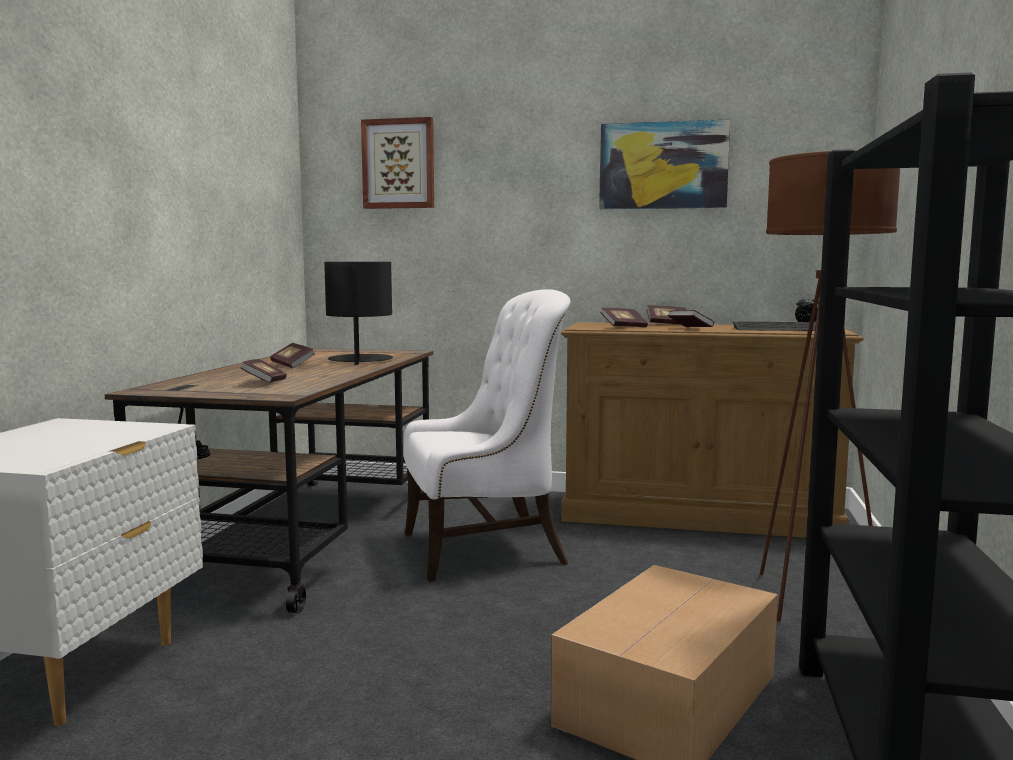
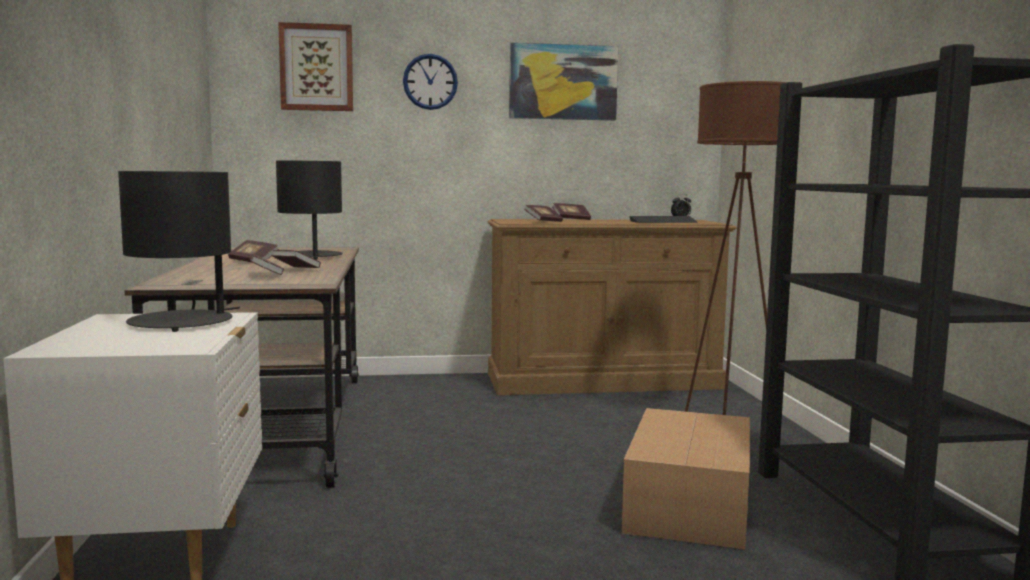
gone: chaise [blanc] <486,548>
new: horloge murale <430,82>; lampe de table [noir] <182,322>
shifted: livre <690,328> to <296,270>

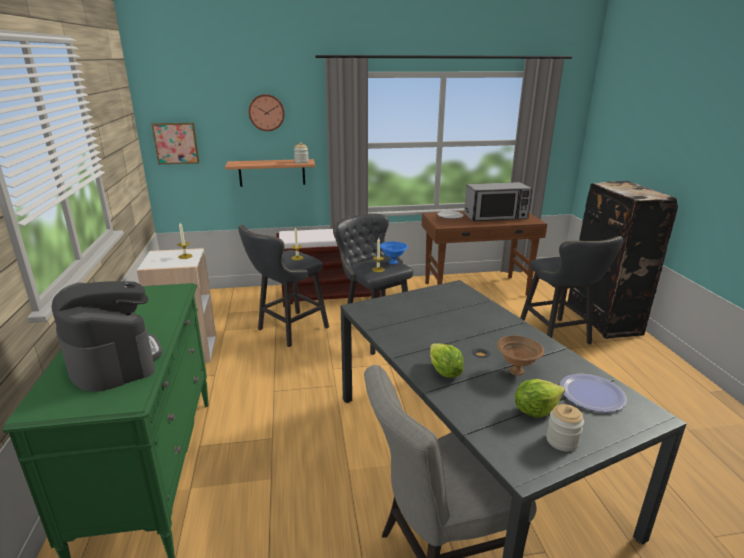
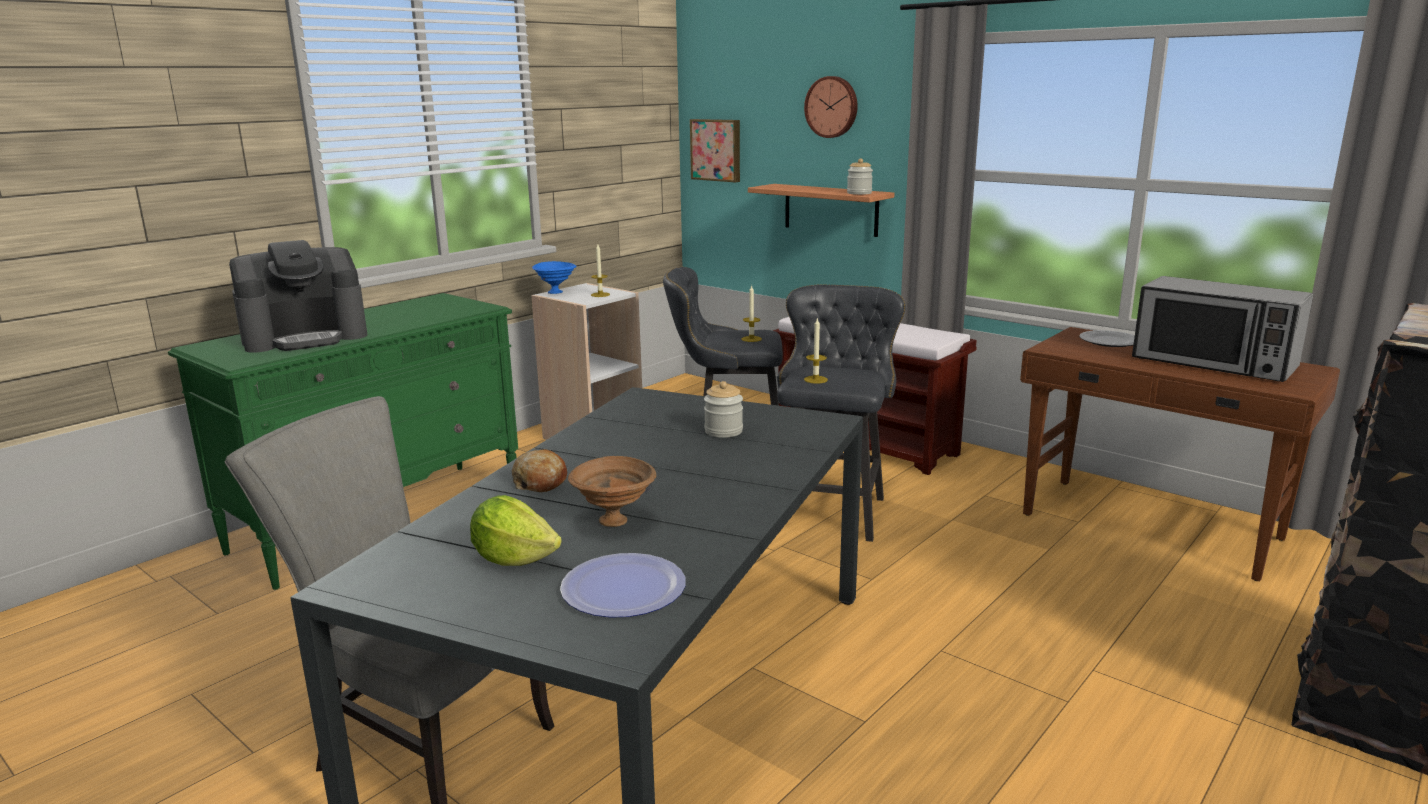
gone: tabouret [gris] <558,338>
shifted: bol [bleu] <393,262> to <556,292>; bocal <562,441> to <723,431>
swapped: laitue <444,372> to pain <540,482>
rotated: machine à café <114,360> = <305,337> 45 degrees clockwise

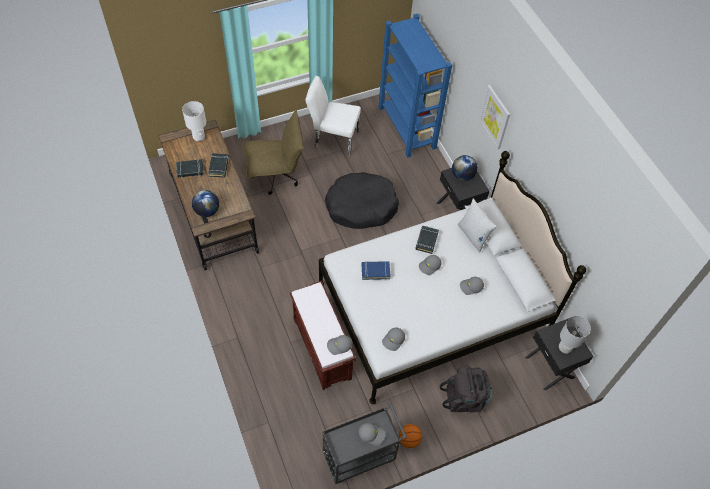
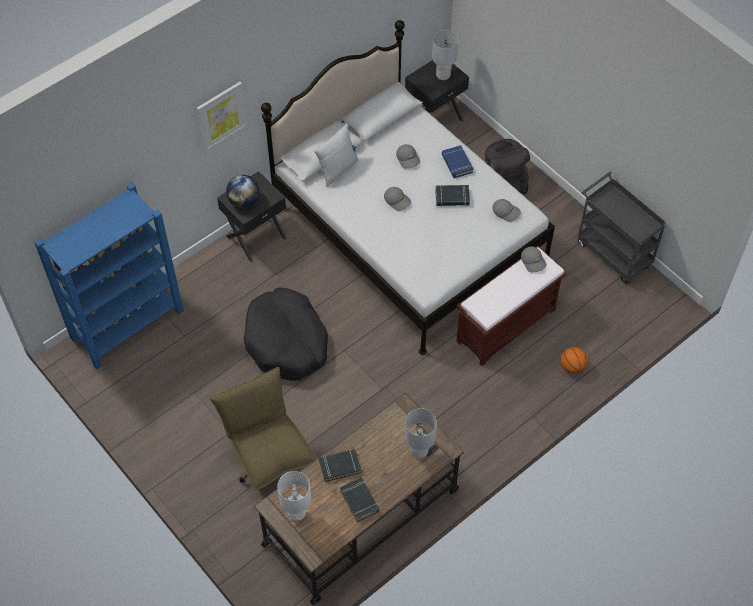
gone: chaise [blanc] <333,138>; casquette [gris] <372,434>
shifted: livre [noir] <426,241> to <452,197>; livre [bleu] <375,271> to <456,163>; ballon de basket <409,439> to <572,367>
swapped: globe <207,211> to lampe de table [gris] <419,451>

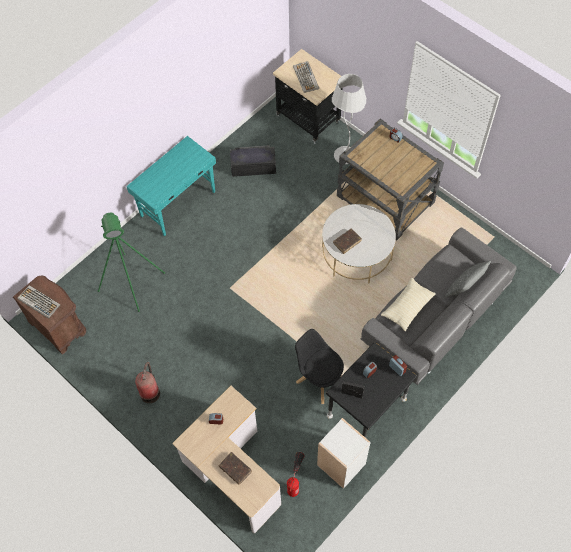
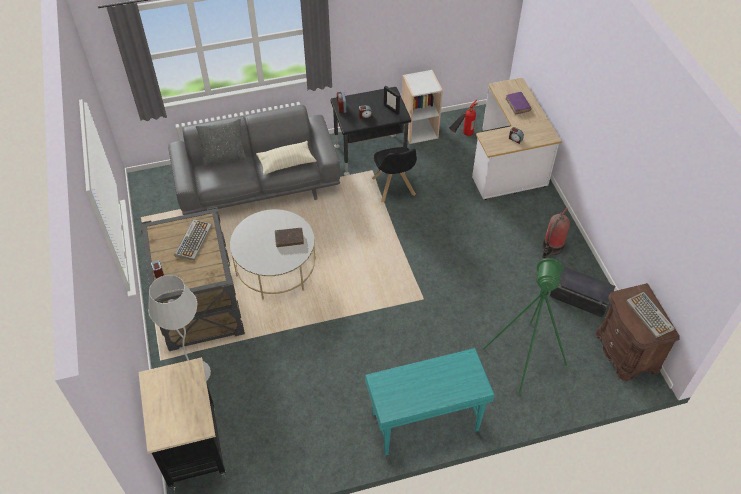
shifted: clavier <306,78> to <193,240>; boîte de rangement [noir] <253,166> to <579,298>
repainted: livre [marron] <235,469> to livre [violet] <517,105>

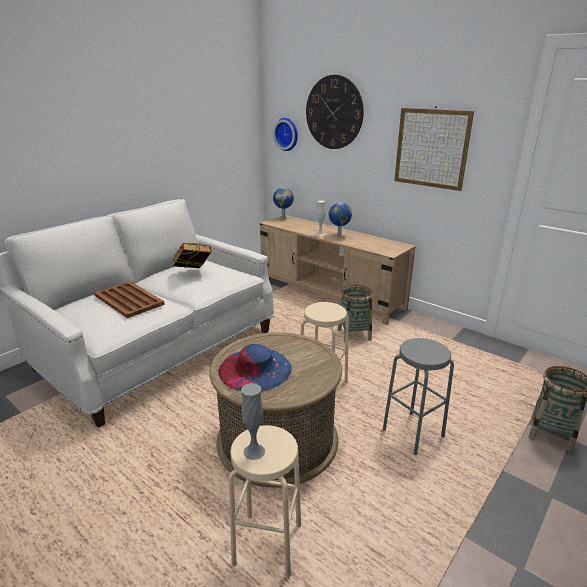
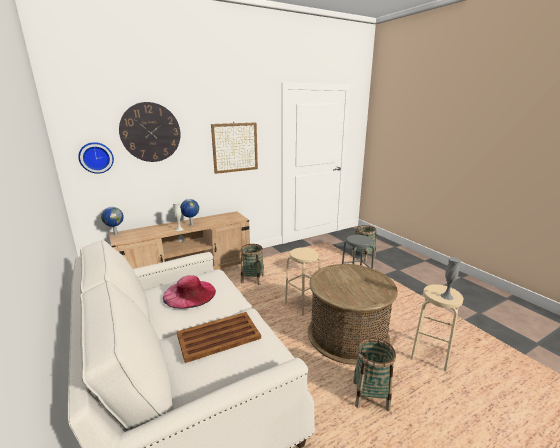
gone: chapeau [bleu] <255,369>
new: panier <370,396>
swapped: livre <193,273> to chapeau [rose] <189,293>

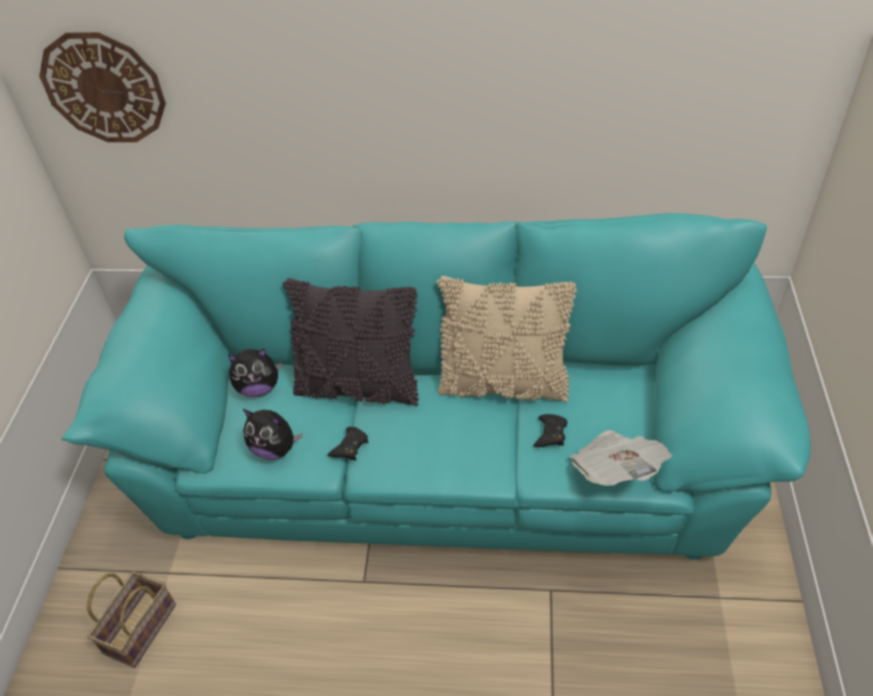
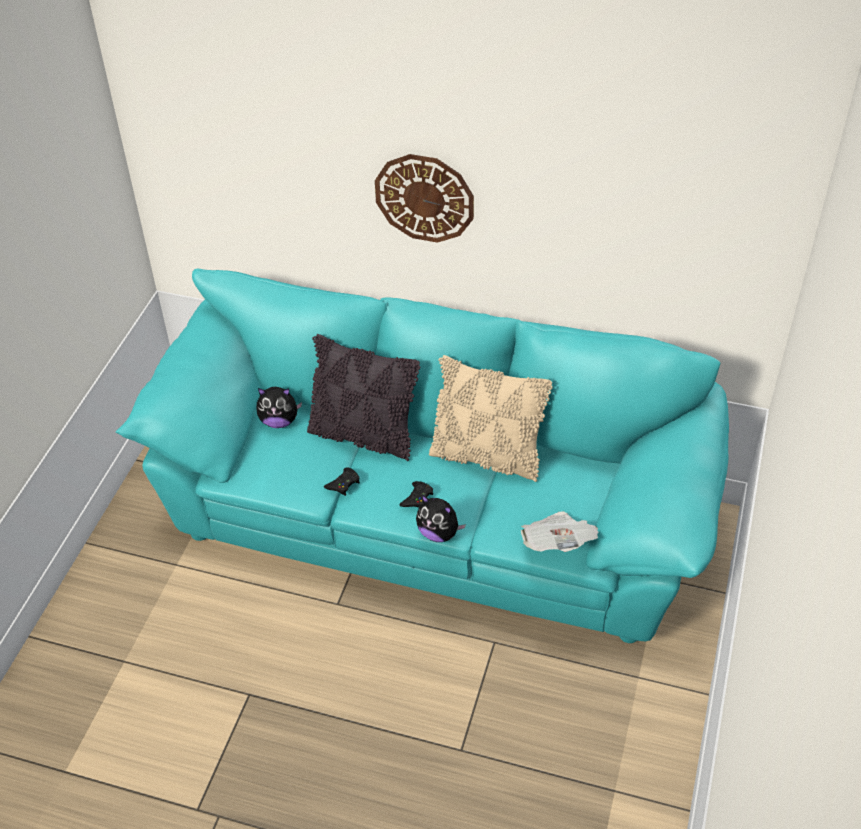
gone: panier <140,626>
shifted: horloge murale <104,88> to <424,198>; peluche <275,449> to <439,533>; manette [noir] <550,434> to <417,498>

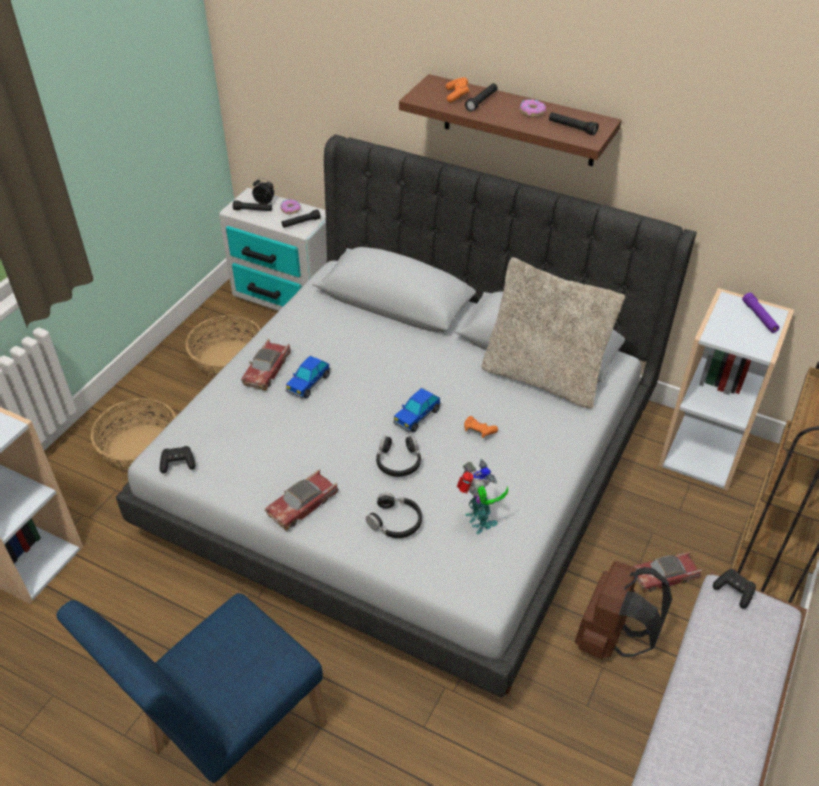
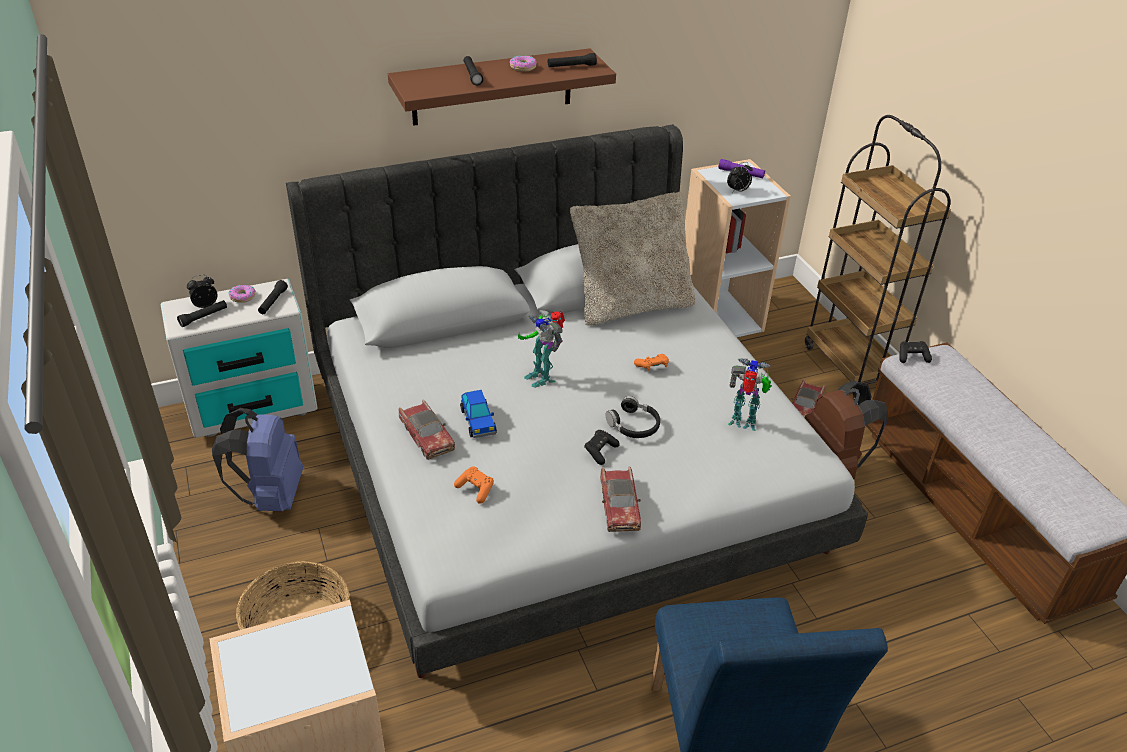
gone: petite voiture <417,416>; casque audio [noir] <395,521>
new: réveil <738,191>; robot jouet <541,376>
shifted: manette [orange] <457,95> to <476,489>; manette [noir] <178,464> to <600,451>
swapped: panier <228,359> to sac à dos [bleu] <270,495>

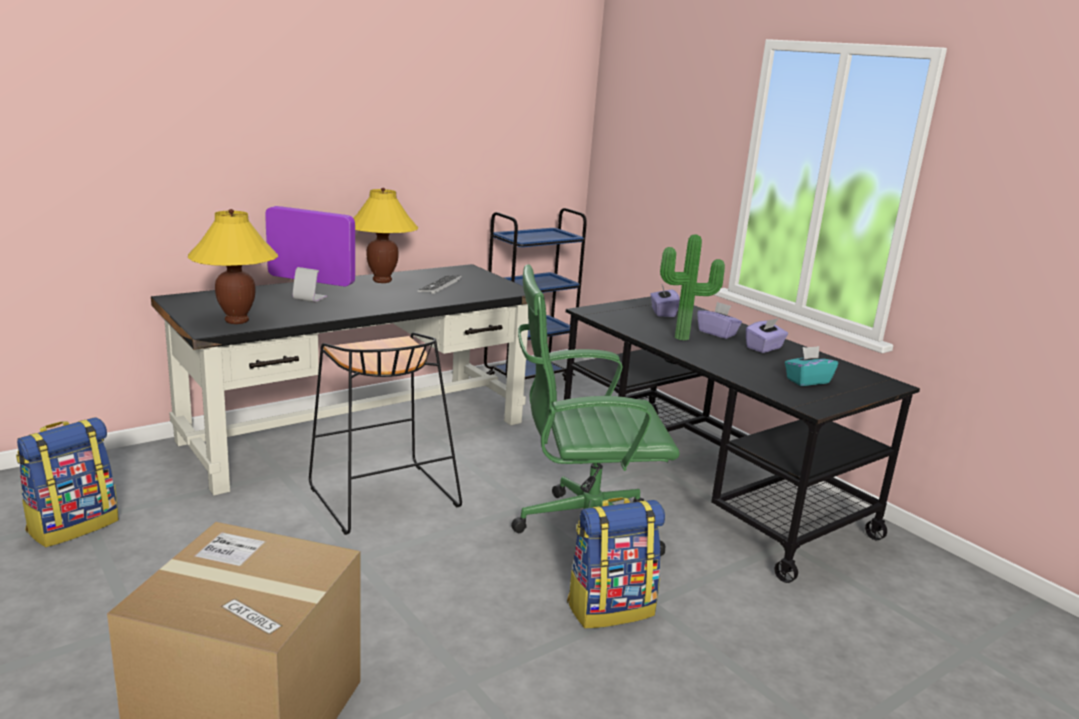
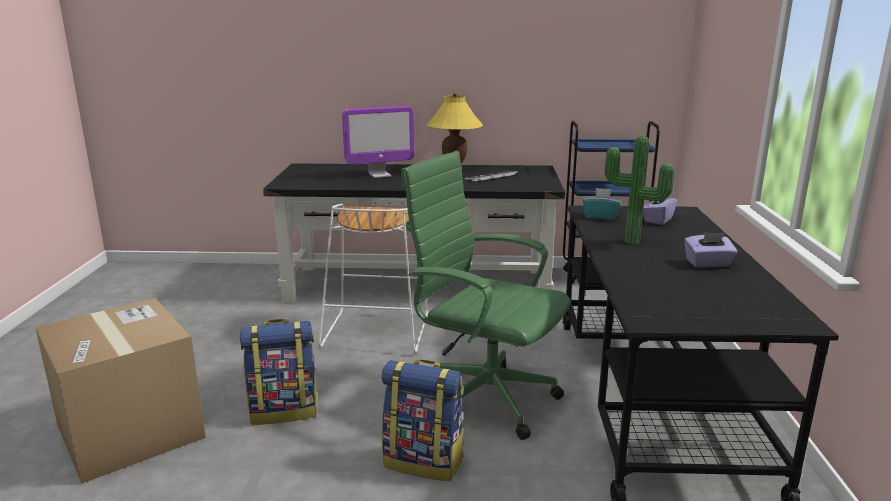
gone: lampe de table [jaune] <236,321>; boîte à mouchoirs [violet] <717,333>
shifted: boîte à mouchoirs [turquoise] <807,381> to <600,216>; sac à dos <73,526> to <284,410>
repainted: tabouret [noir] <381,496> to tabouret [blanc] <375,331>
rotated: écran d'ordinateur <310,299> = <379,175> 105 degrees clockwise

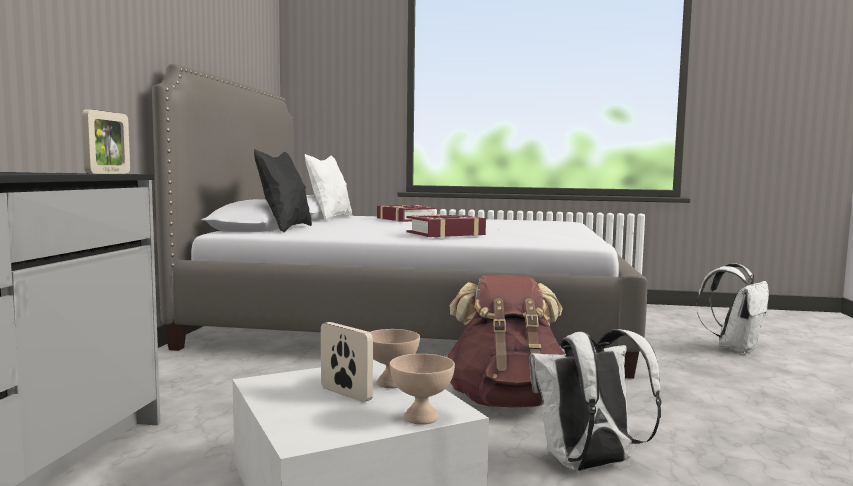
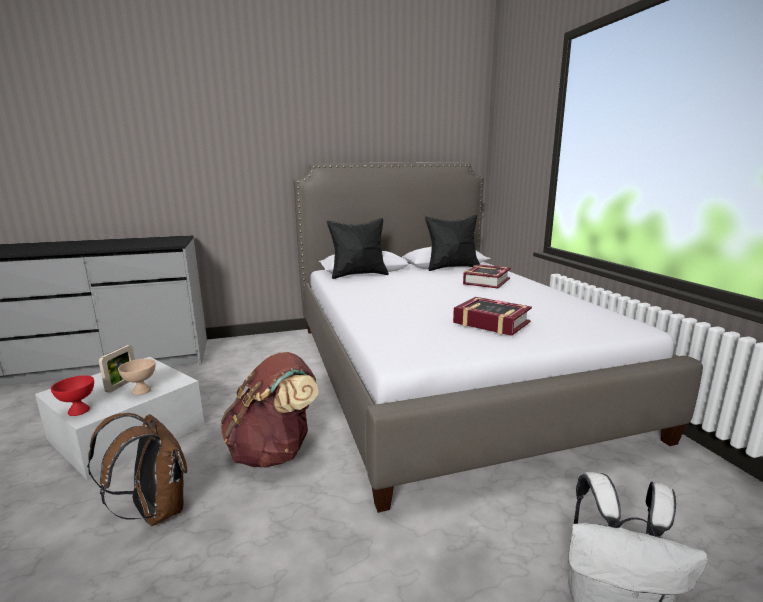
gone: cadre photo <108,173>
shifted: livre <446,234> to <491,323>
repainted: coussin [blanc] <329,218> to coussin [noir] <452,268>; sac à dos [blanc] <588,465> to sac à dos [marron] <155,510>; bol [beige] <422,418> to bol [rouge] <78,411>

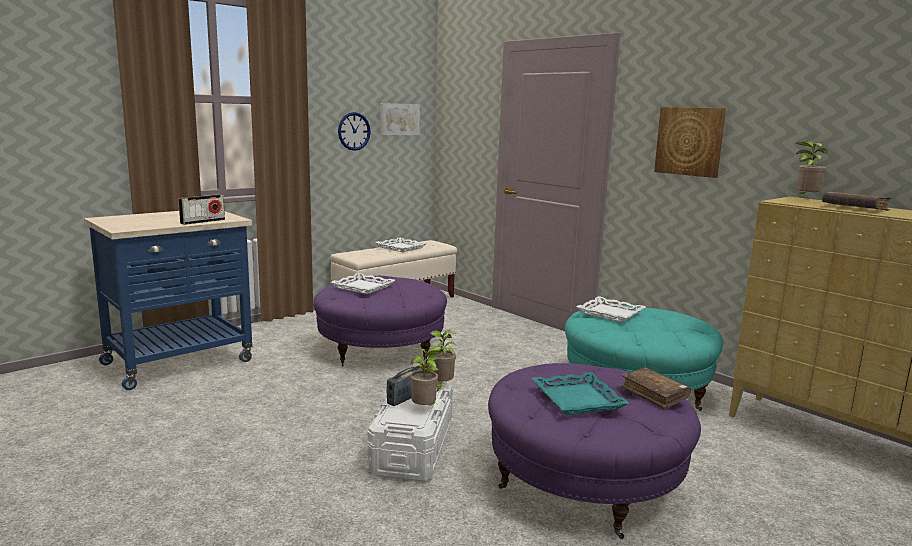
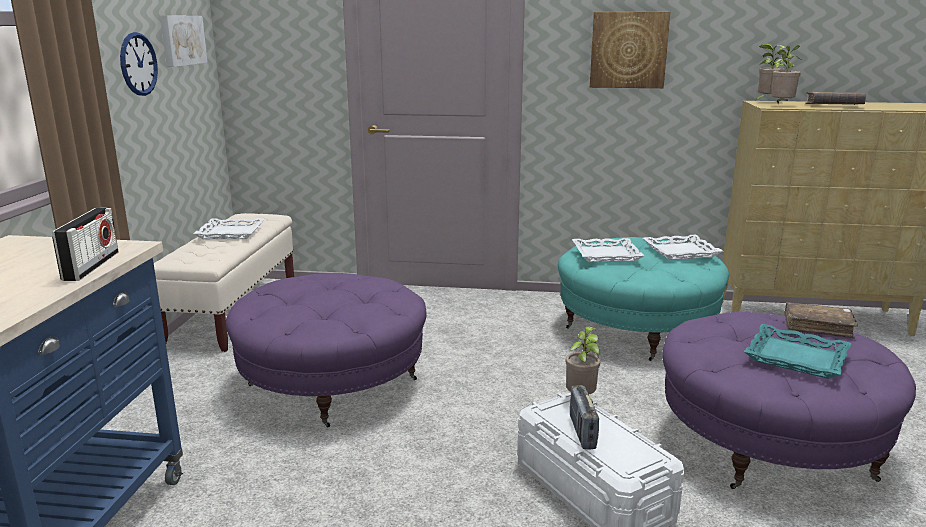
shifted: plateau [blanc] <363,287> to <681,251>; plante en pot <425,409> to <781,106>

